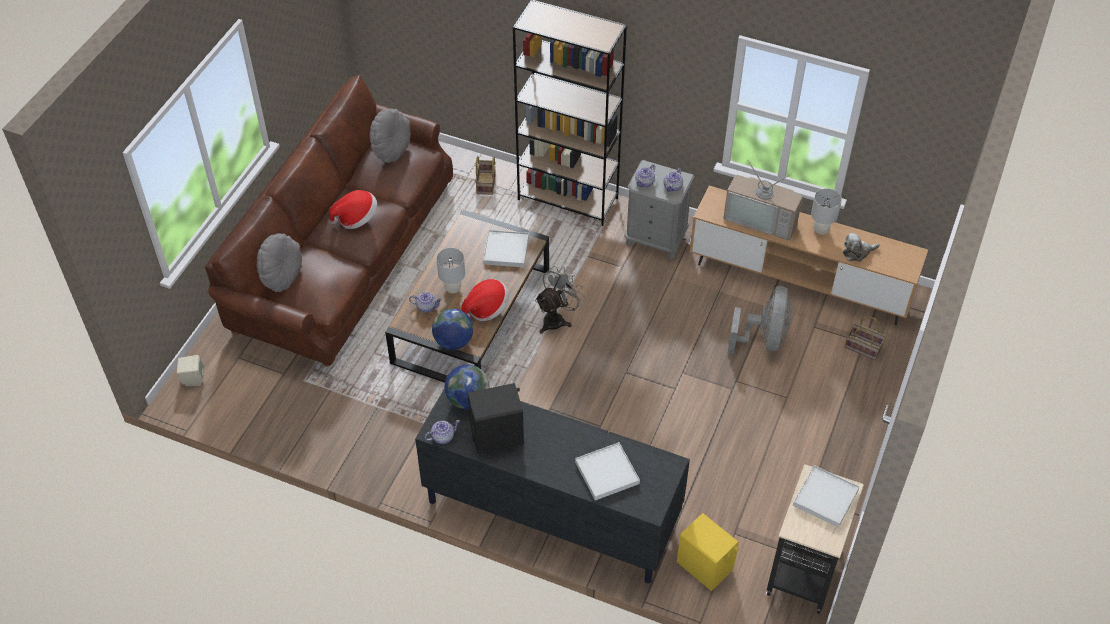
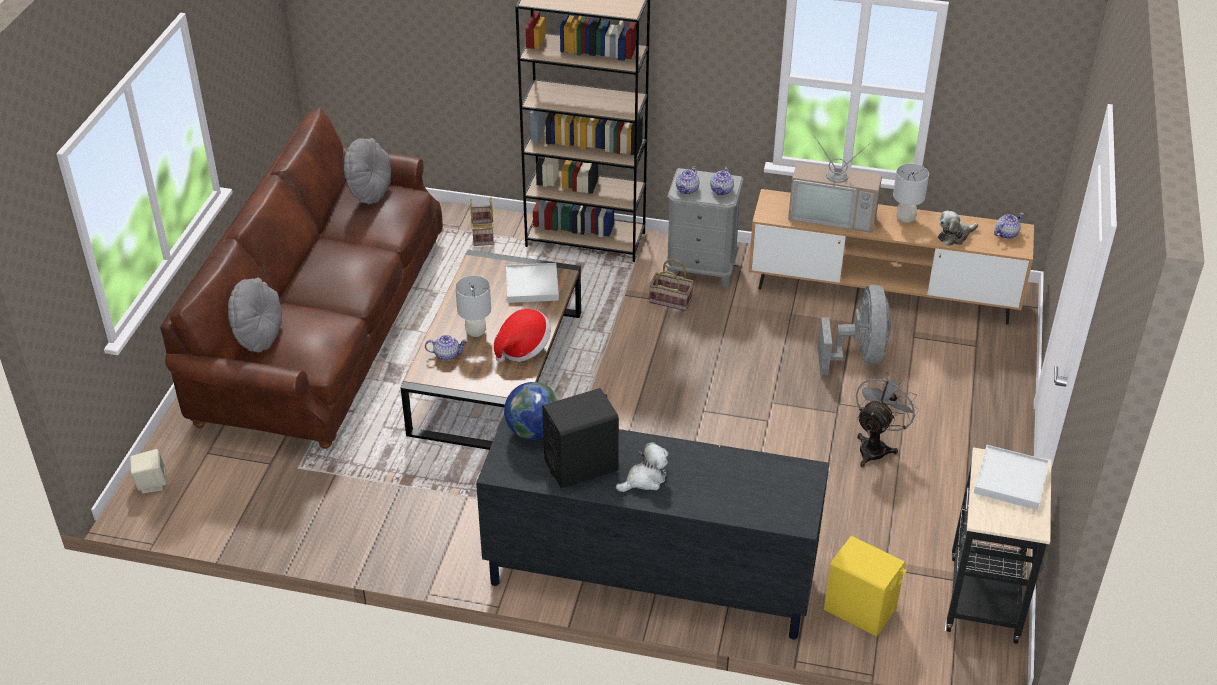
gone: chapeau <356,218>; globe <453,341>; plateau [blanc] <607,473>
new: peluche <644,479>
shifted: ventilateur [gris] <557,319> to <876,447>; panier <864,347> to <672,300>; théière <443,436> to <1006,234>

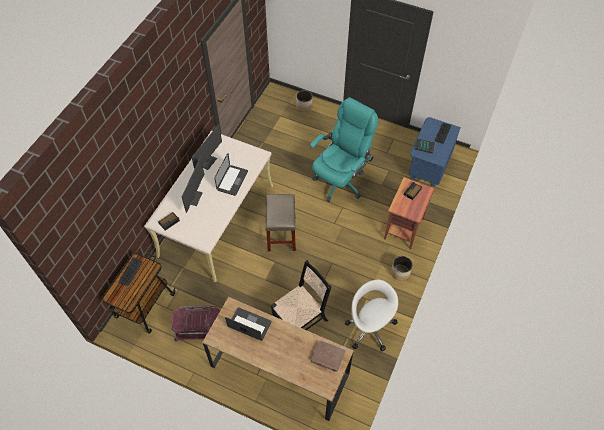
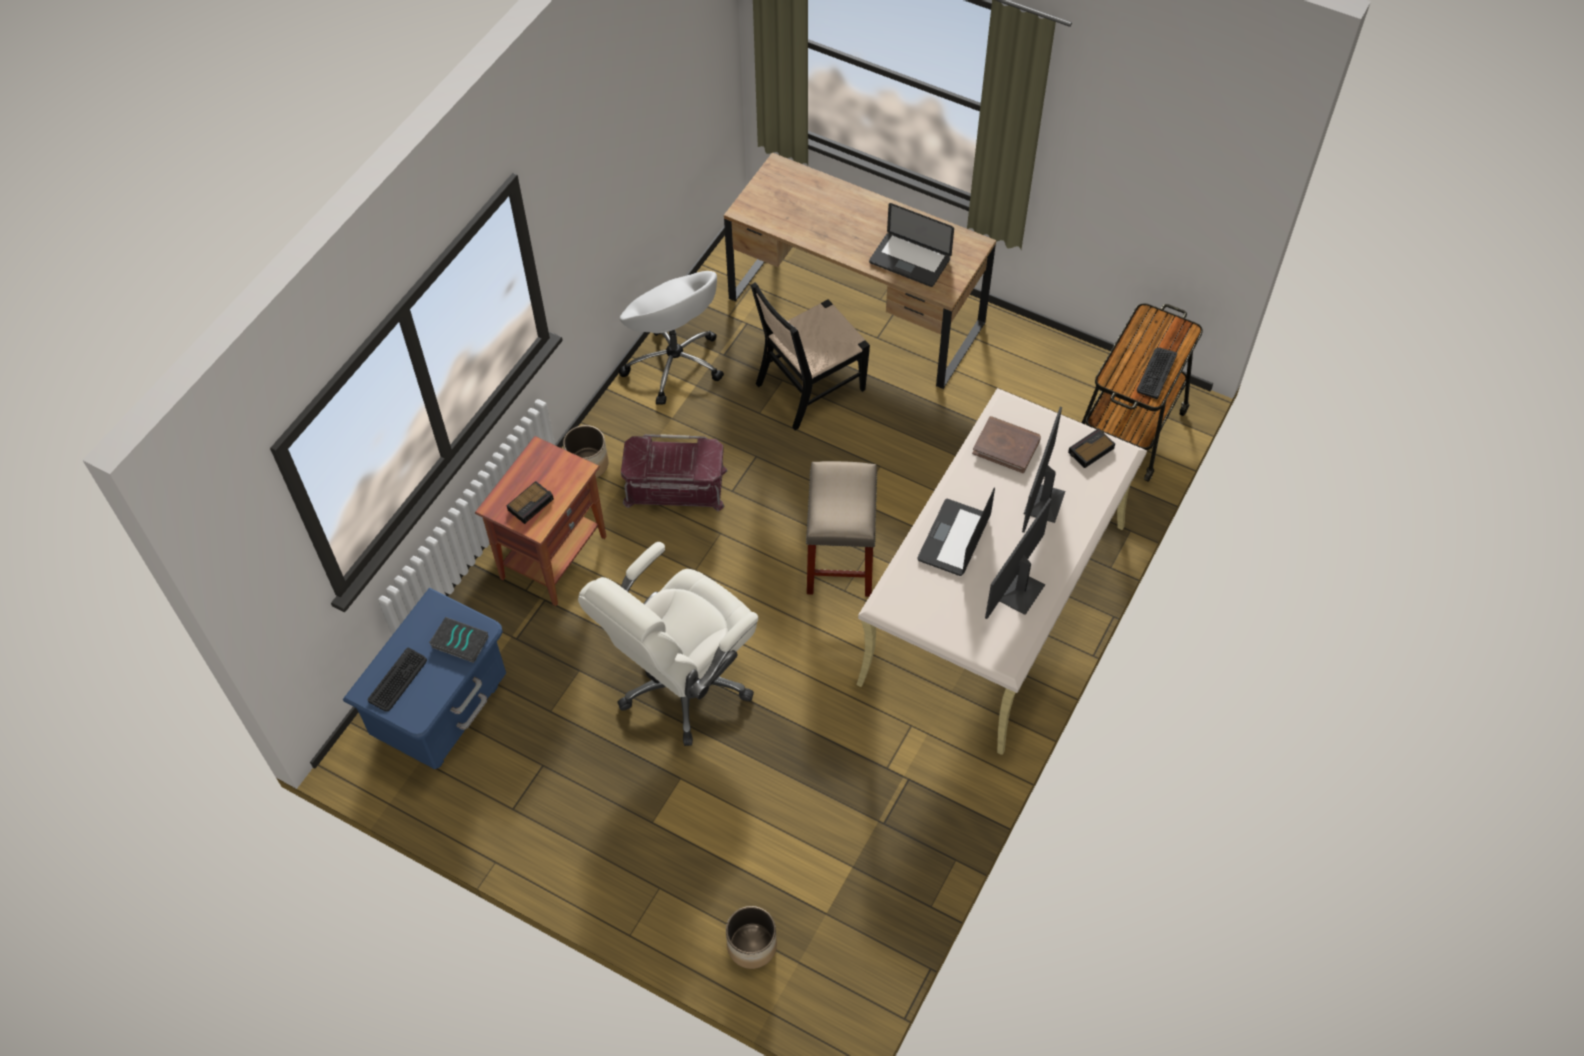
shifted: boîte de rangement [rouge] <199,328> to <675,487>; livre [marron] <327,357> to <1006,446>
repainted: chaise de bureau [turquoise] <340,181> to chaise de bureau [blanc] <682,686>

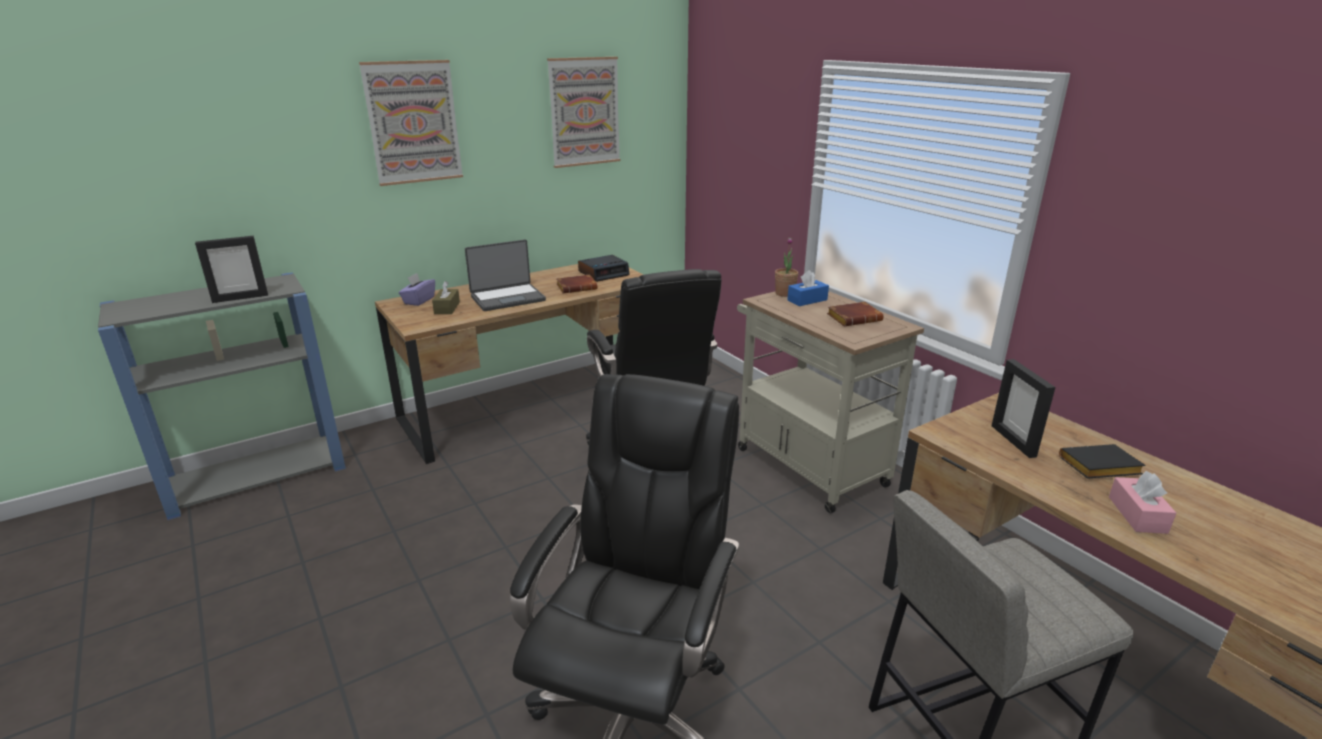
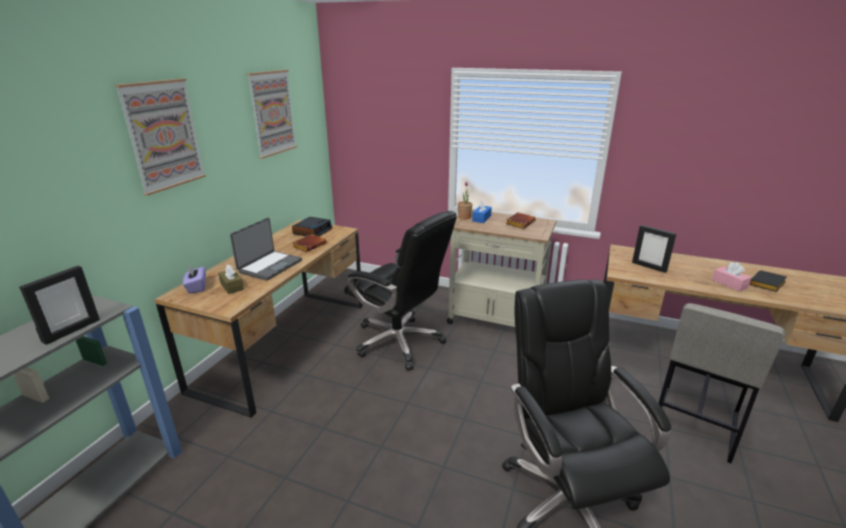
shifted: livre [noir] <1098,468> to <767,284>

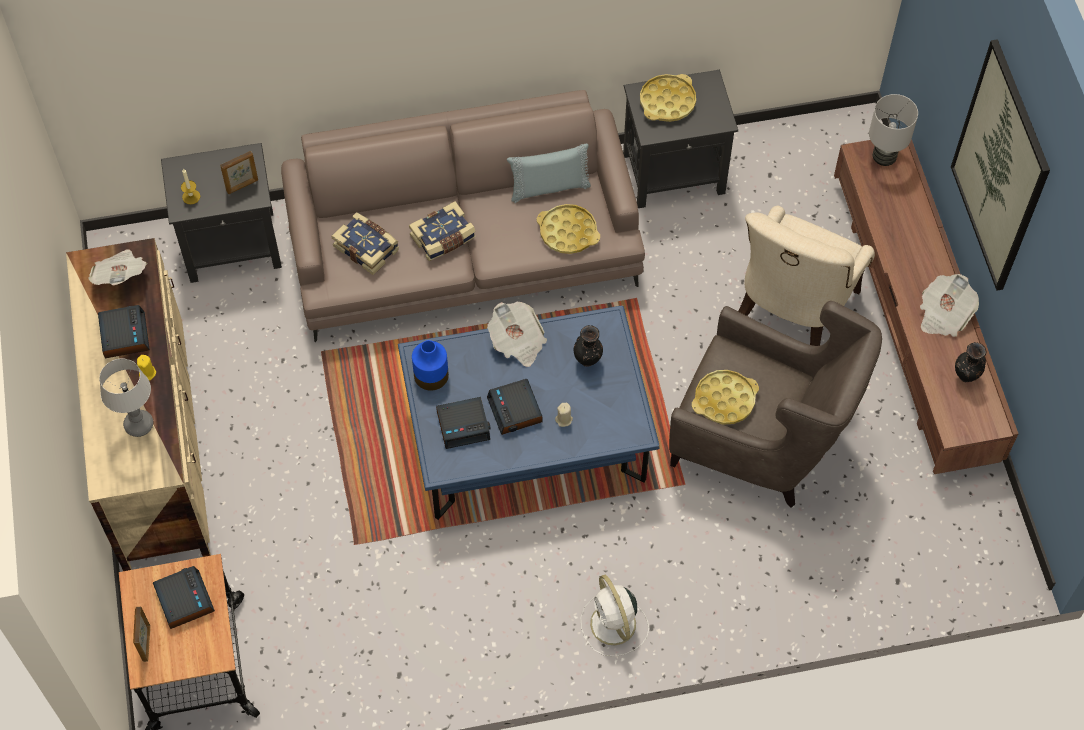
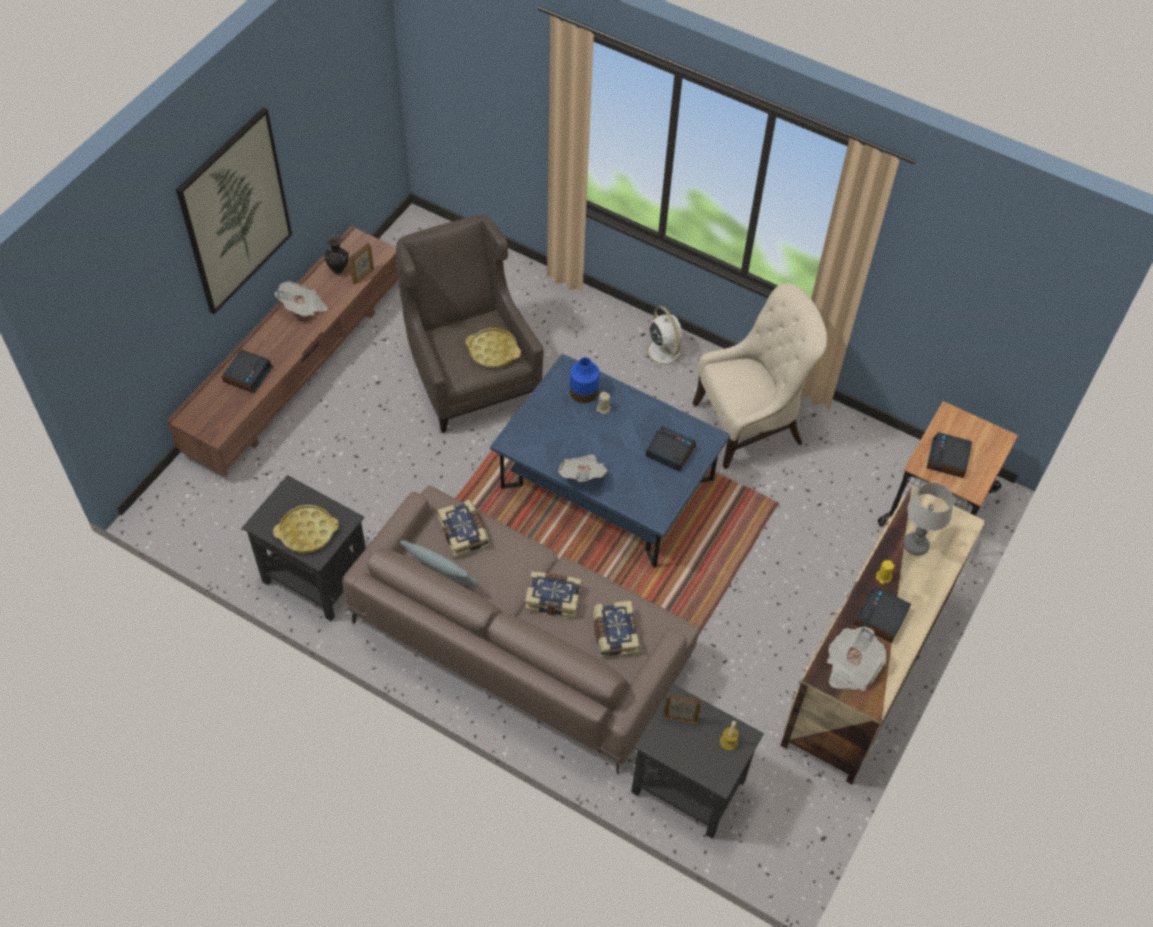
gone: lampe de table [gris] <884,156>; vase [noir] <588,361>
shifted: fauteuil [beige] <793,310> to <749,424>; vase [bleu] <431,374> to <583,392>; réveil <515,410> to <247,374>; cadre photo <146,643> to <363,276>
swapped: plateau [jaune] <568,232> to livre <464,533>
rotated: ventilateur [blanc] <614,625> = <663,350> 45 degrees counterclockwise

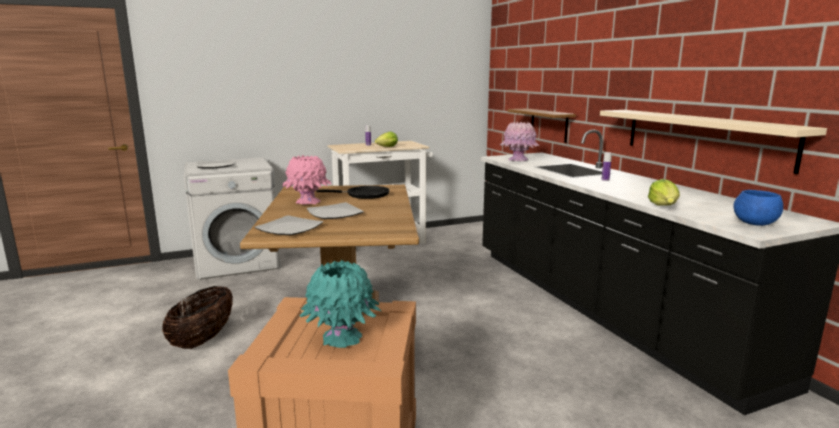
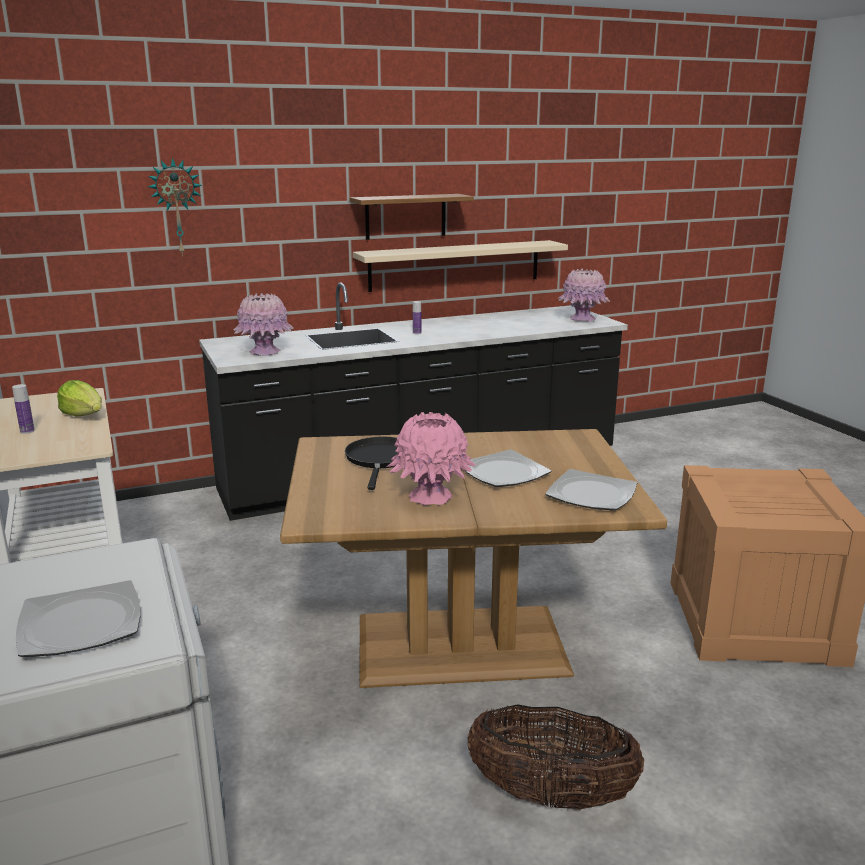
gone: laitue <664,206>; vase [turquoise] <341,338>
new: horloge murale <176,207>
shifted: étagère <549,125> to <405,216>
swapped: bol [bleu] <754,224> to vase [rose] <582,319>

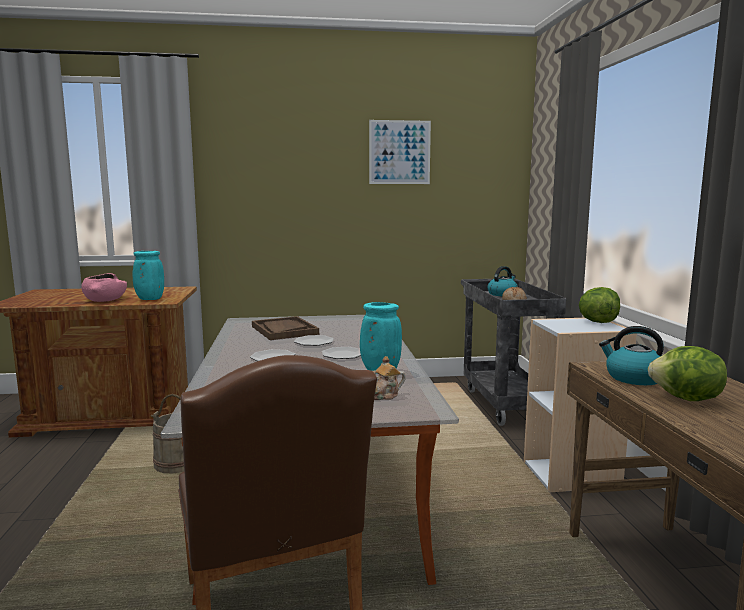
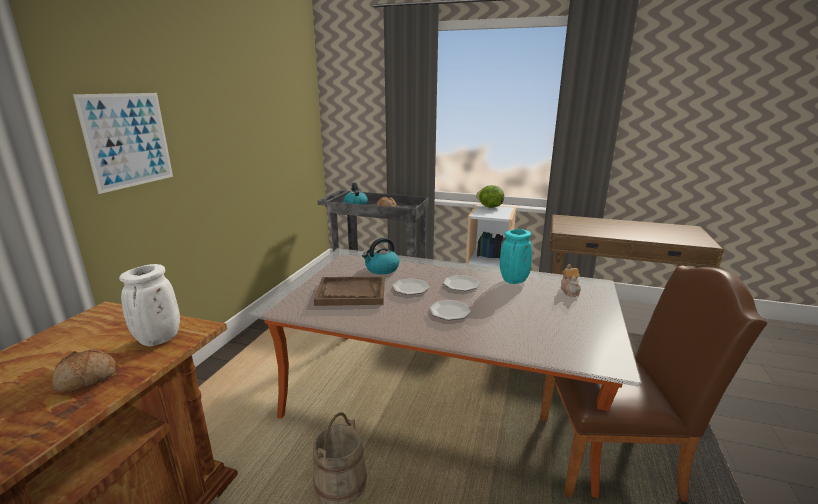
gone: laitue <686,399>
shifted: tableau <399,152> to <128,140>; bouilloire <633,378> to <381,269>
swapped: bol [rose] <105,299> to pain <86,379>
repainted: vase [turquoise] <149,299> to vase [blanc] <158,340>

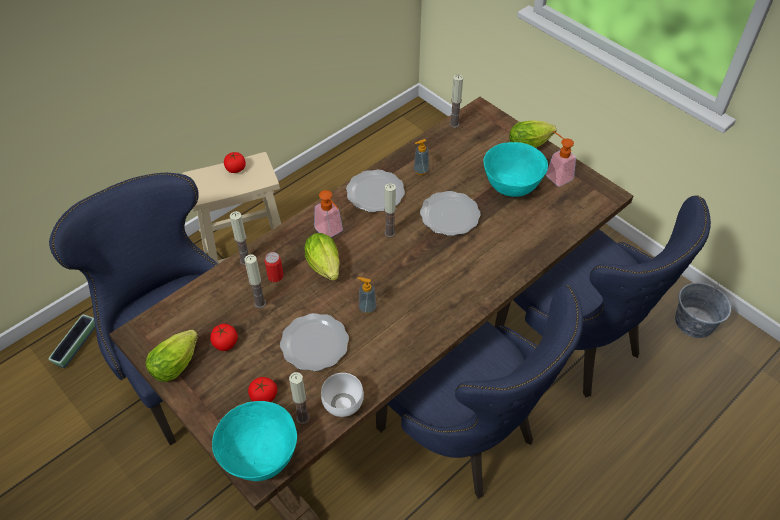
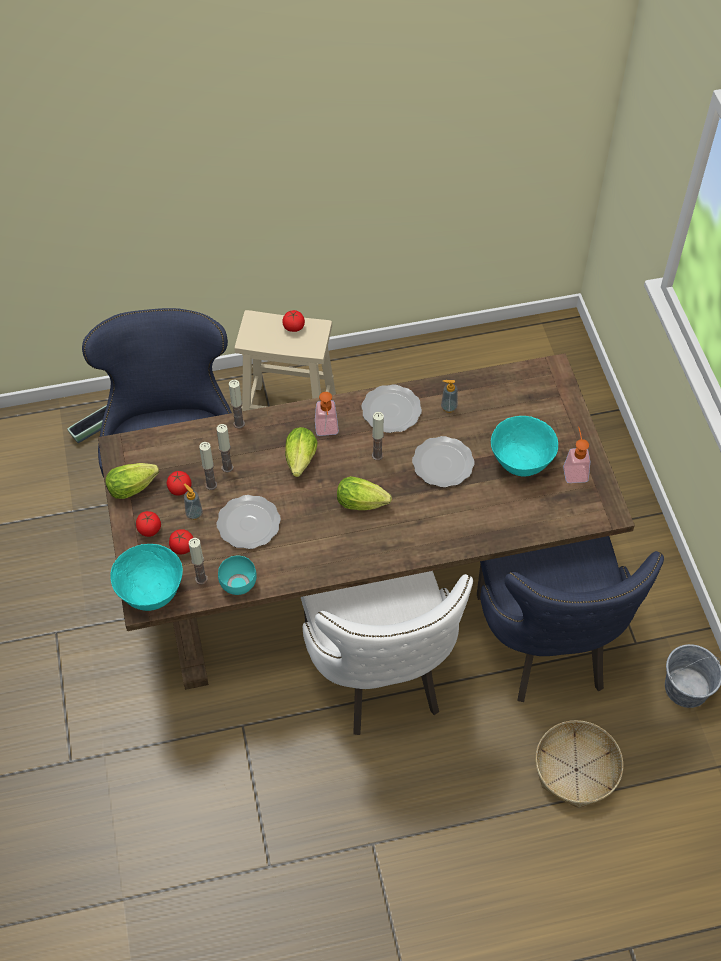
gone: boîte métallique <275,276>
new: tomate <149,529>; panier <576,770>
shifted: bougie <454,124> to <211,485>; laitue <531,144> to <364,503>; distributeur de savon <367,308> to <194,514>
repainted: chaise [bleu] <464,433> to chaise [blanc] <380,673>; bol [blanc] <344,404> to bol [turquoise] <239,585>

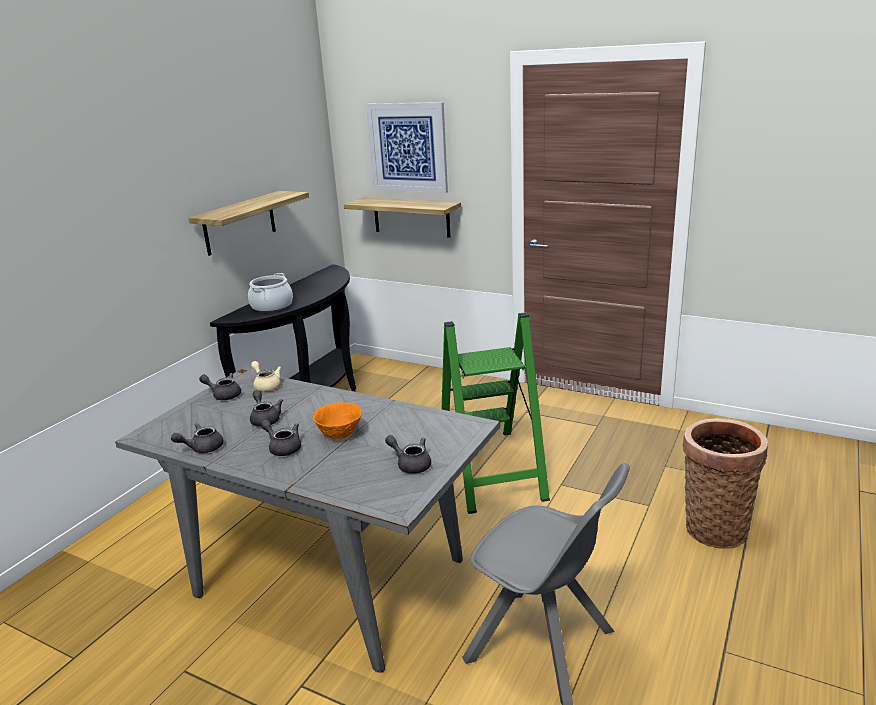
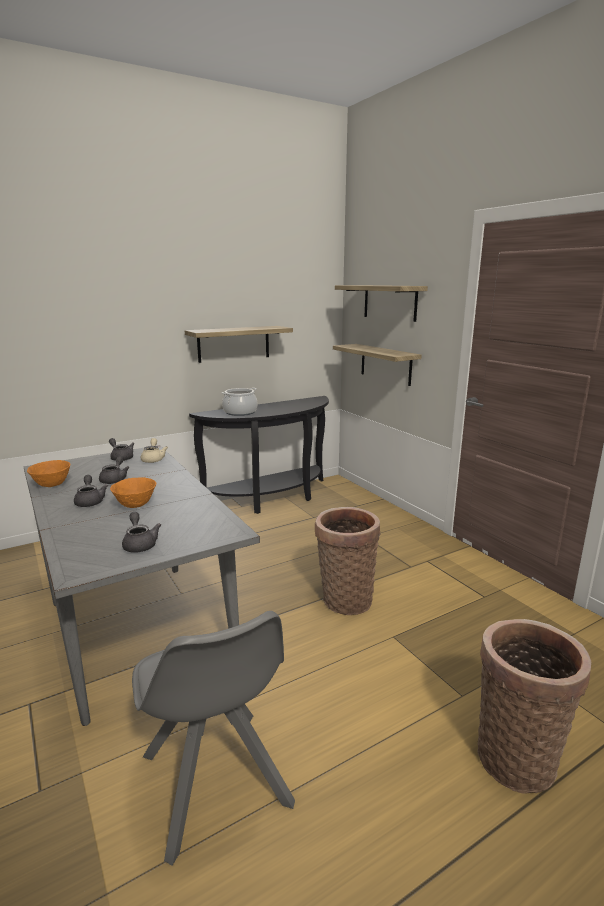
swapped: tableau <408,147> to étagère <390,302>; escabeau [vert] <491,470> to panier <344,598>; théière [gris] <202,448> to bol [orange] <51,485>

